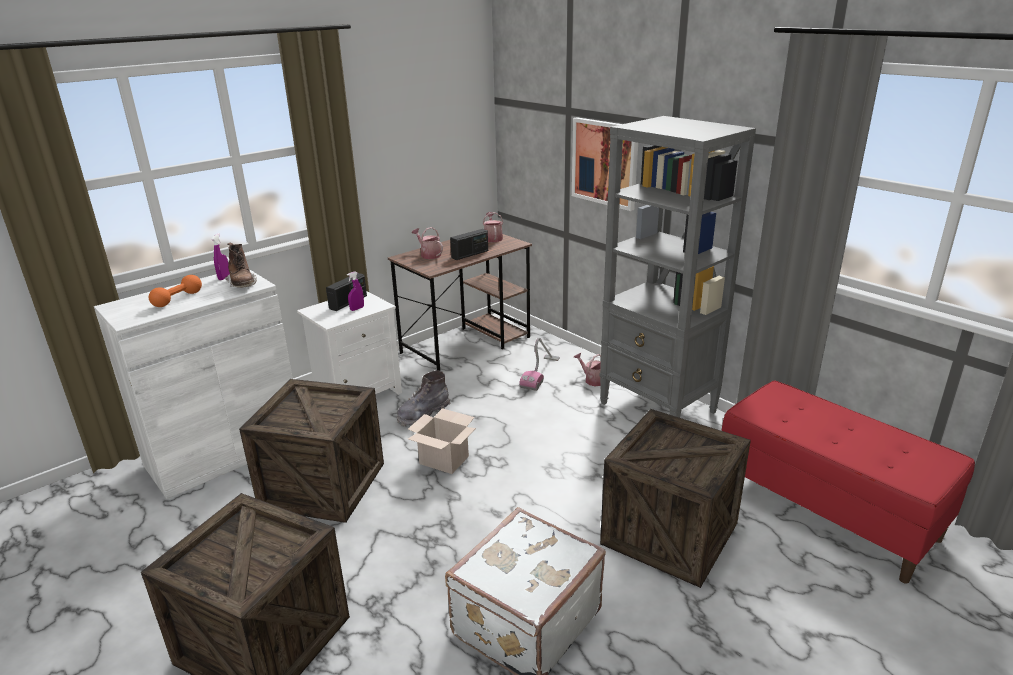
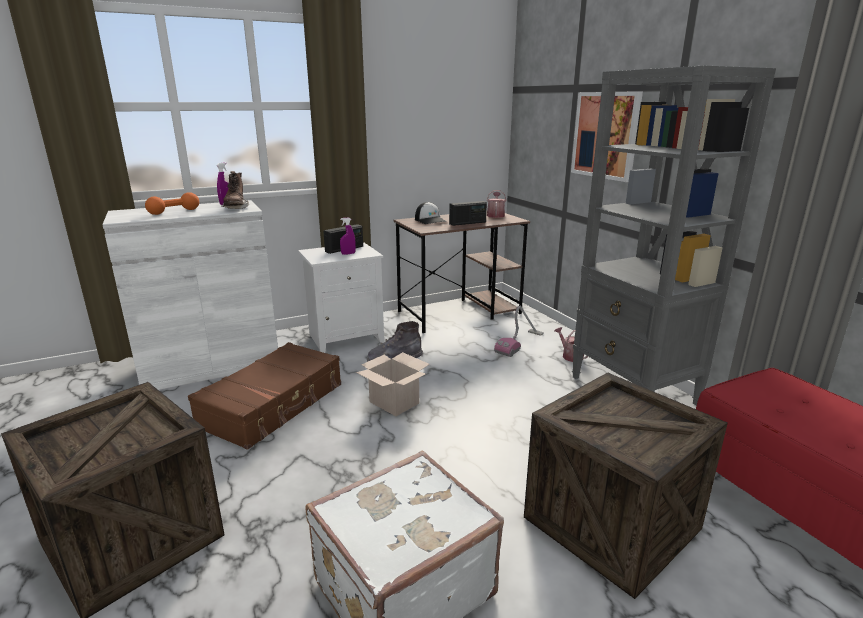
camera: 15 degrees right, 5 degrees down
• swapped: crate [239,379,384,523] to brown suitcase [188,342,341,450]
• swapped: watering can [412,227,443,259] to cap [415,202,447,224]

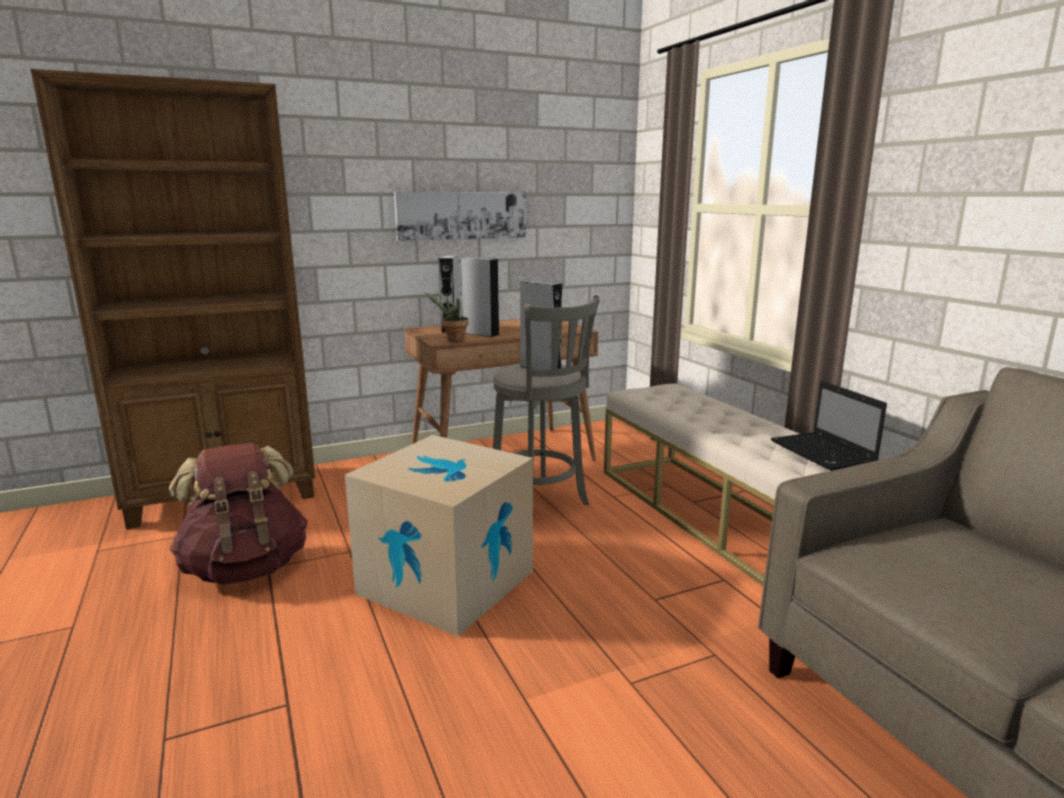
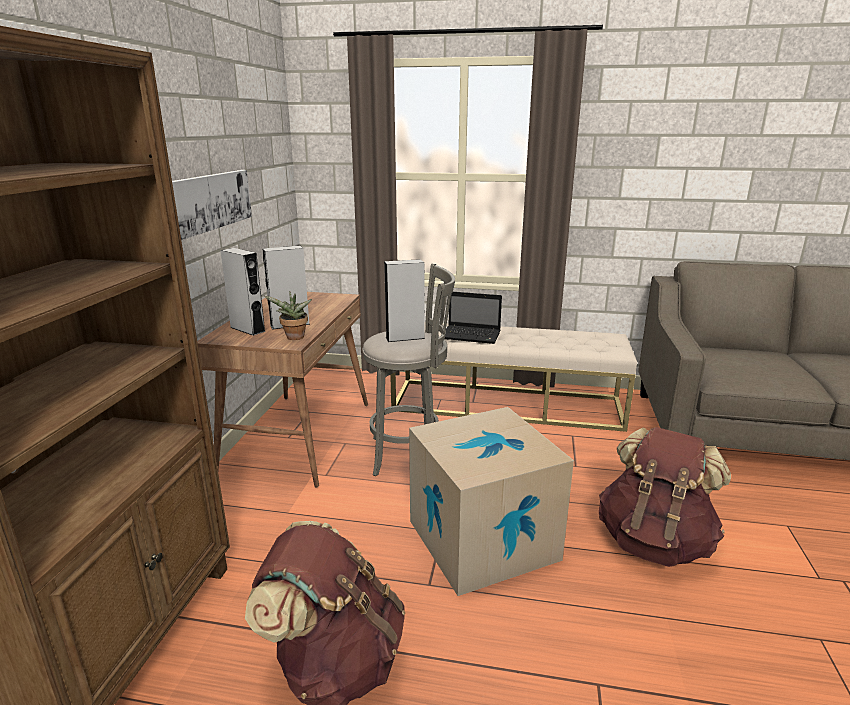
camera: 55 degrees left, 5 degrees up
• new: brown backpack [599,427,731,567]
• shifted: laptop [771,381,887,471] to [445,292,502,344]

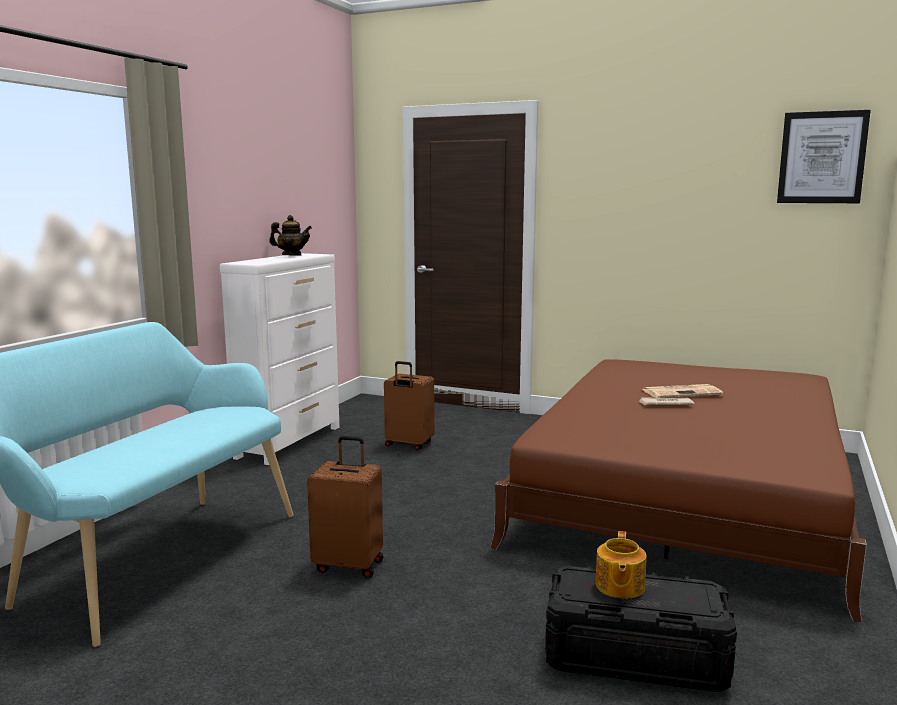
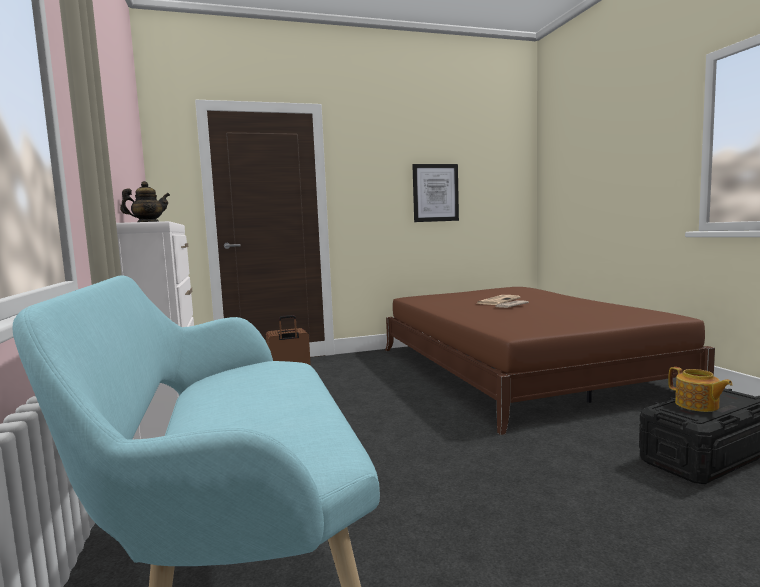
camera: 40 degrees left, 5 degrees down
• gone: brown suitcase [307,436,383,578]
• shifted: picture [777,110,871,203] to [412,164,459,222]

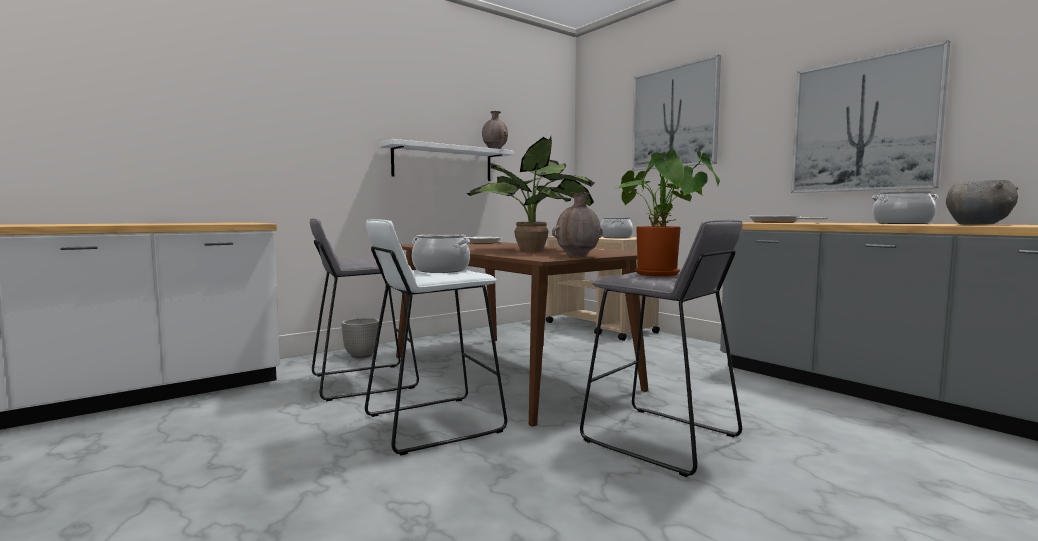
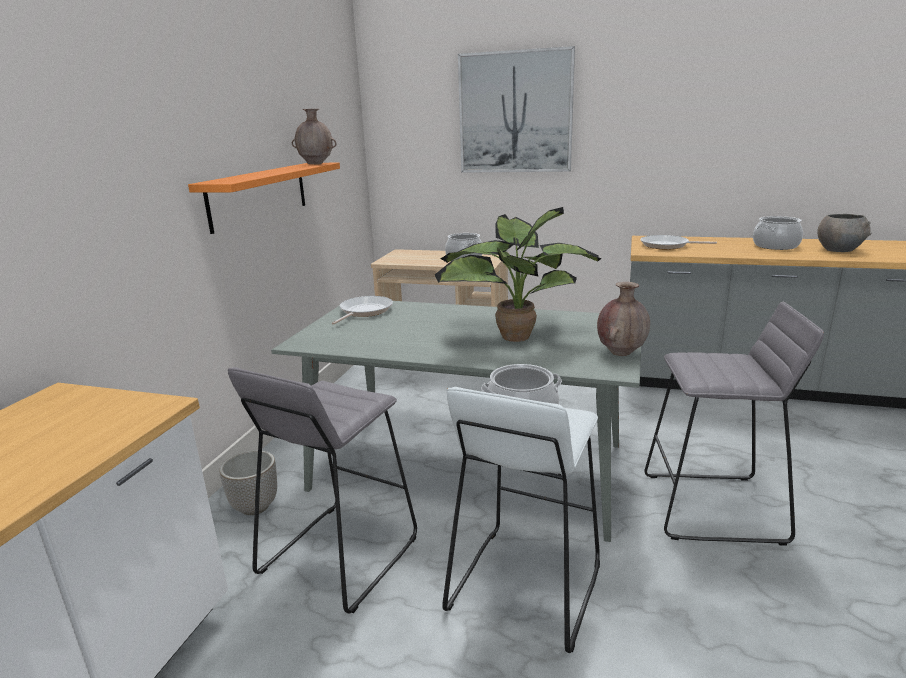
camera: 35 degrees left, 15 degrees up
• gone: potted plant [615,149,720,277]
• gone: picture [791,40,950,193]
• repainted: white shelf [379,139,514,181] to orange shelf [188,162,340,234]
• repainted: brown dining table [396,242,648,427] to grey dining table [271,298,641,542]

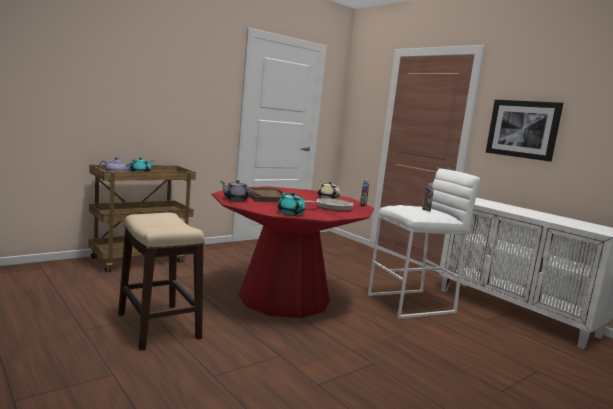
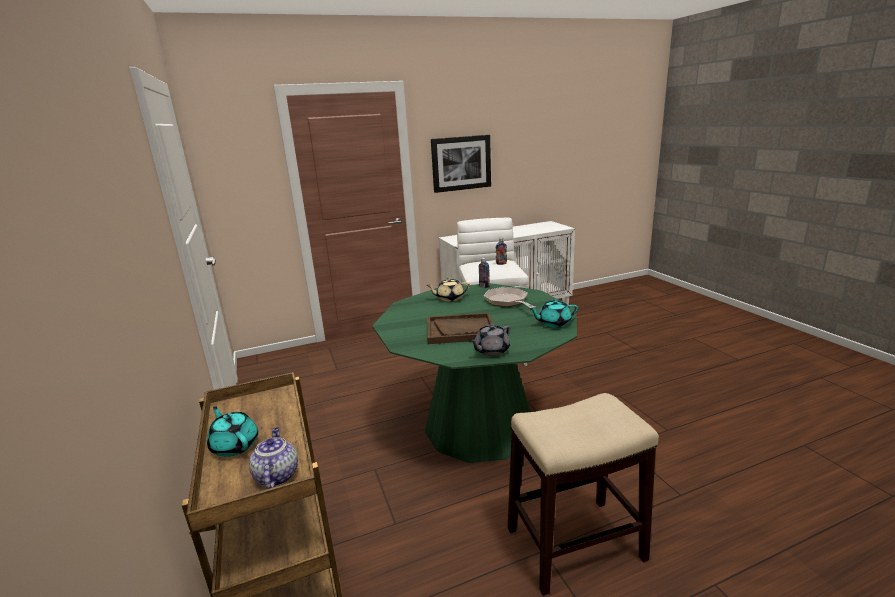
camera: 70 degrees left, 10 degrees up
• repainted: red dining table [212,186,374,318] to green dining table [372,283,577,463]

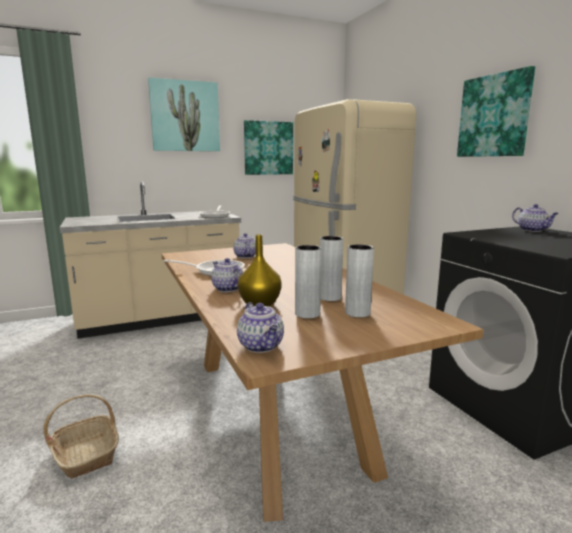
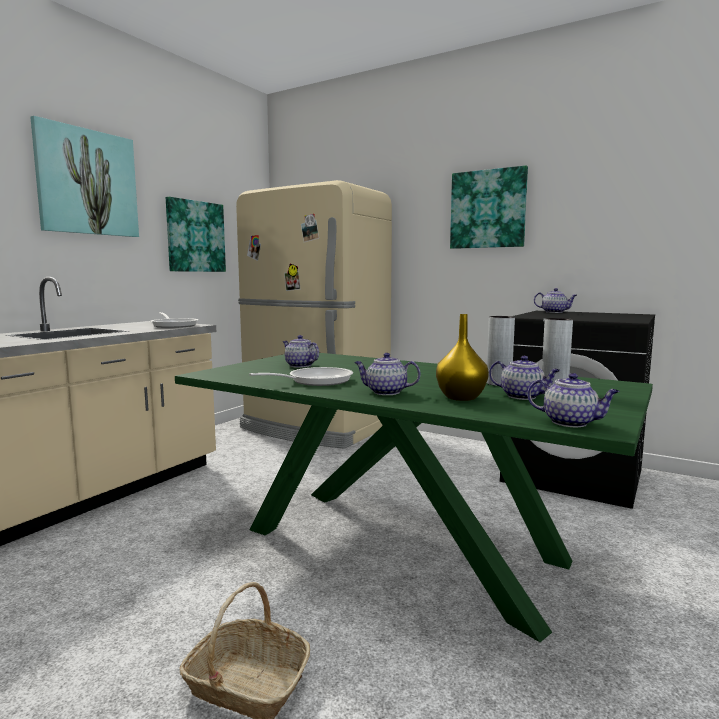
camera: 35 degrees left, 5 degrees down
• swapped: grey vase [295,245,322,319] to teapot [489,356,560,400]
• repainted: brown dining table [162,243,484,522] to green dining table [175,352,653,642]

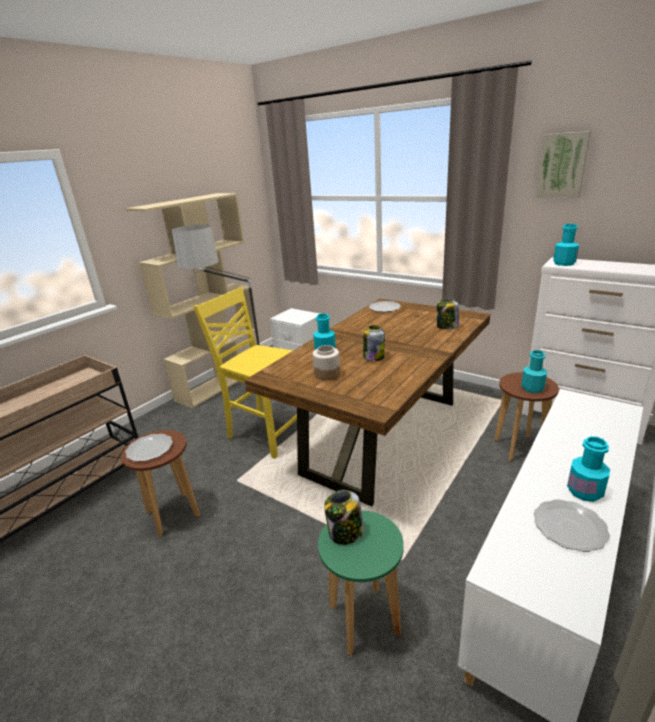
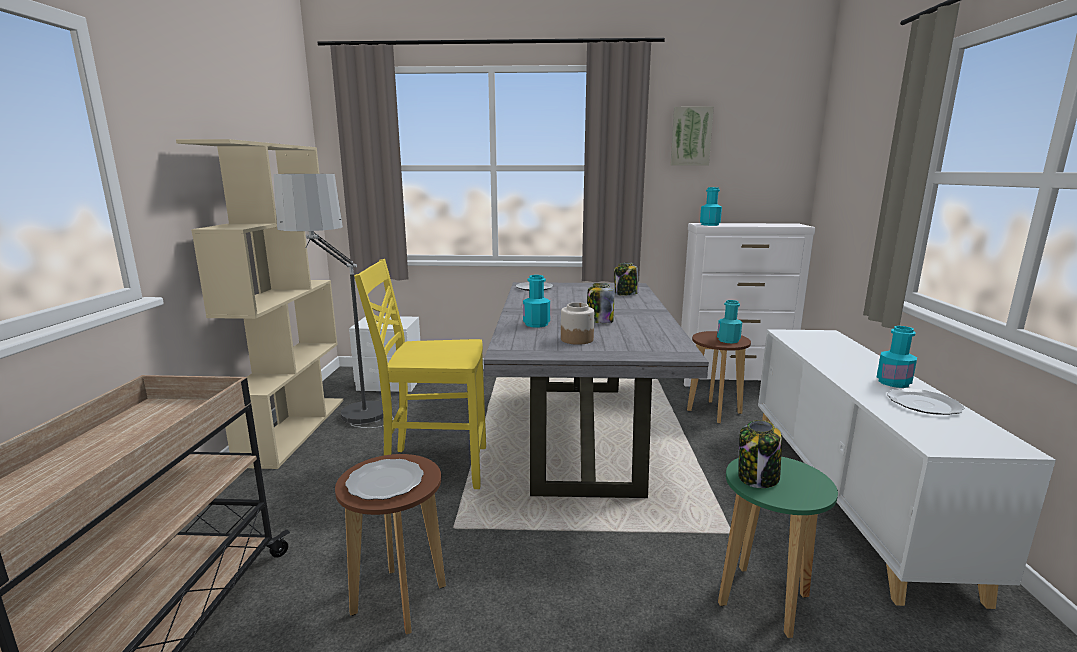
camera: 35 degrees left, 10 degrees down
• repainted: brown dining table [245,299,490,507] to grey dining table [484,282,709,498]

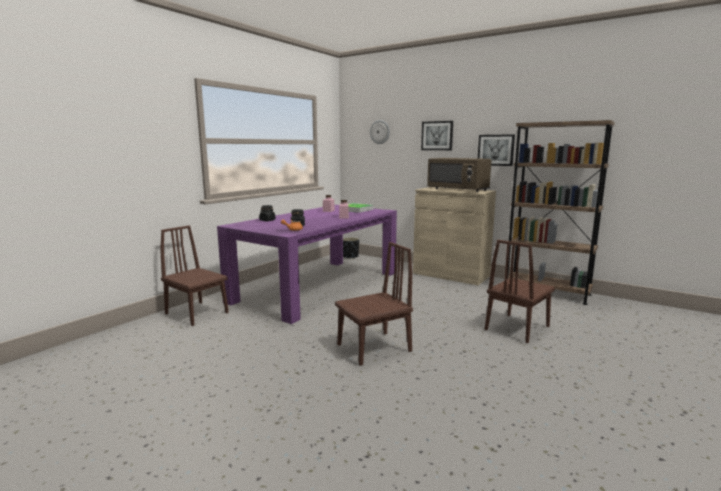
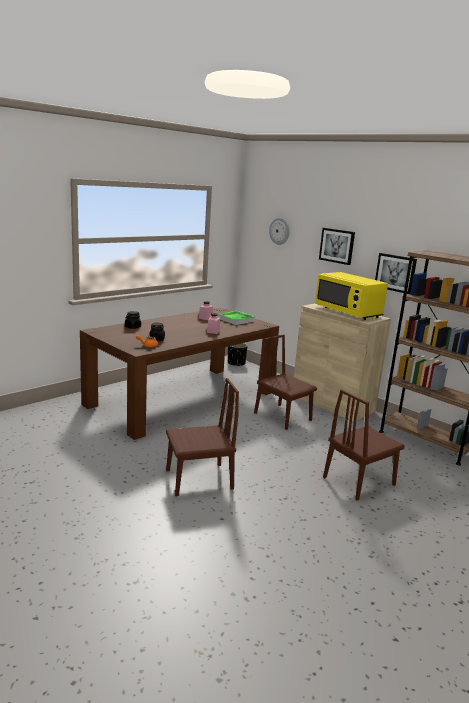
camera: 10 degrees right, 5 degrees up
• shifted: brown chair [160,225,229,326] to [254,335,317,430]
• repainted: purple dining table [217,205,397,324] to brown dining table [80,308,279,440]
• repainted: brown microwave [427,158,491,192] to yellow microwave [315,272,388,320]

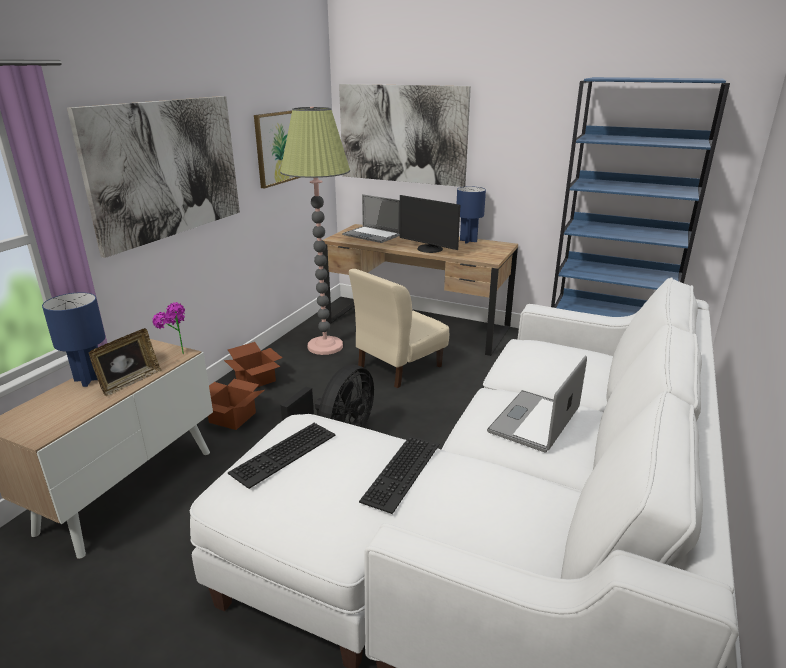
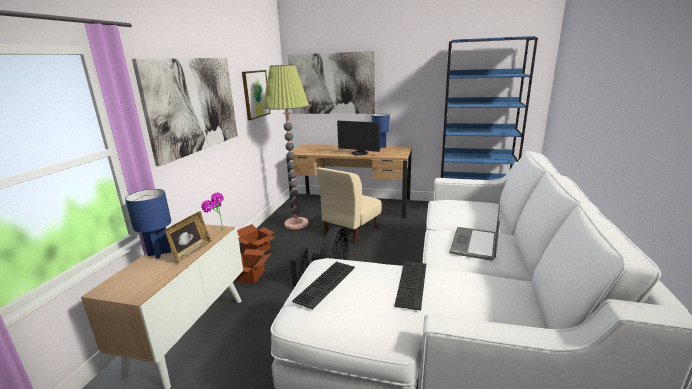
camera: 10 degrees left, 5 degrees down
• gone: laptop [342,194,400,243]

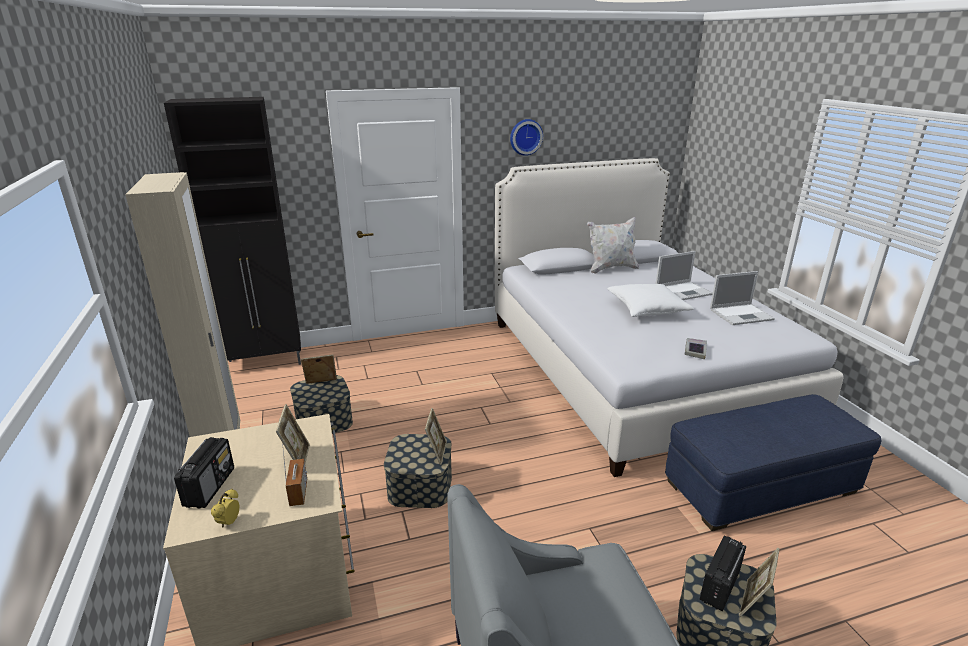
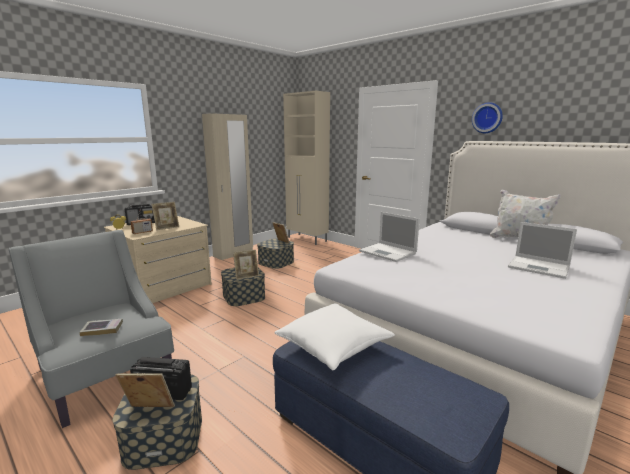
camera: 60 degrees right, 10 degrees down
• shifted: white pillow [607,284,694,317] to [274,303,395,370]
• shifted: book [685,338,707,359] to [79,319,123,336]
• shifted: laptop [710,271,775,325] to [359,212,420,262]
• repainted: black cabinet [164,97,301,365] to beige cabinet [283,91,330,245]

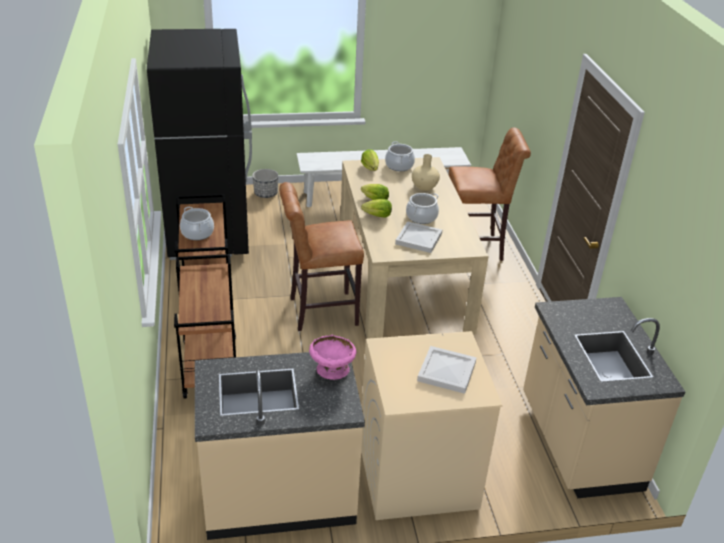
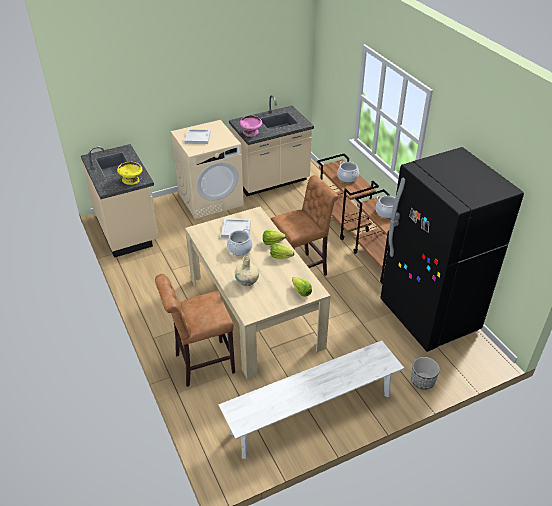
camera: 165 degrees right, 5 degrees up
• new: yellow bowl [117,161,143,185]
• shifted: cooking pot [385,142,415,171] to [337,161,359,183]

